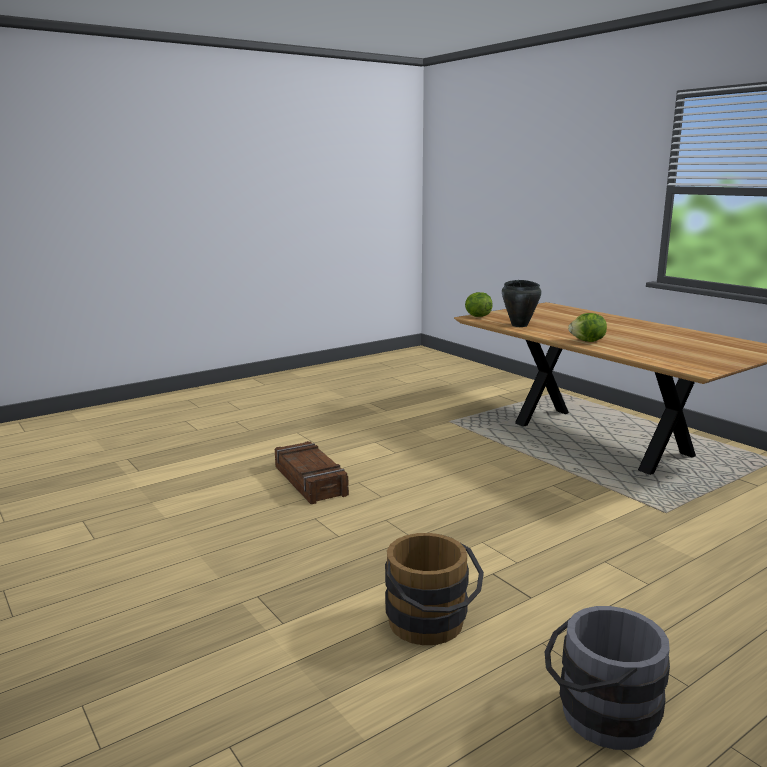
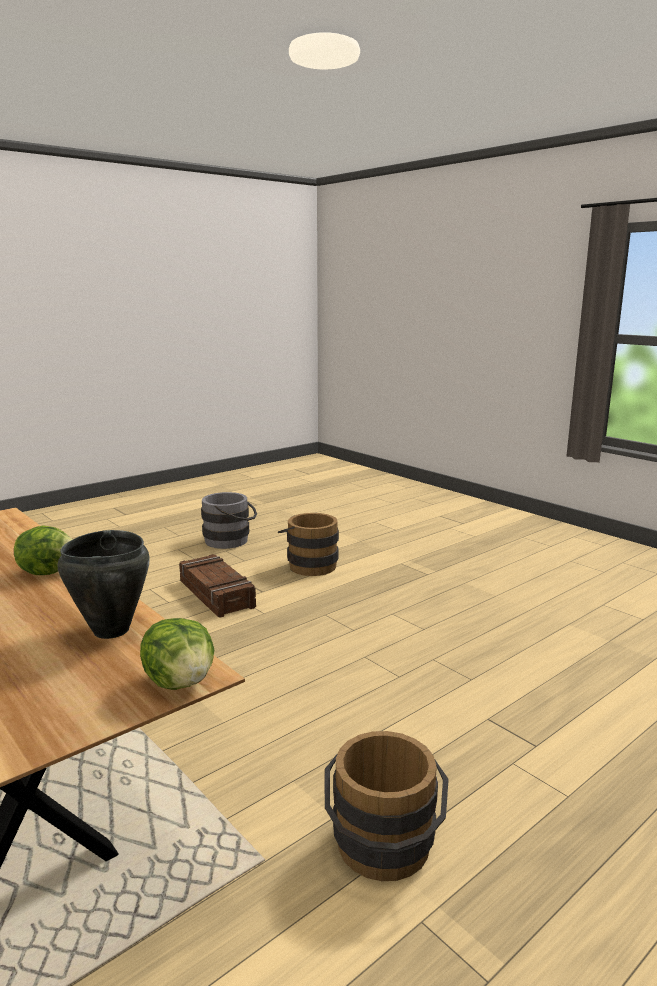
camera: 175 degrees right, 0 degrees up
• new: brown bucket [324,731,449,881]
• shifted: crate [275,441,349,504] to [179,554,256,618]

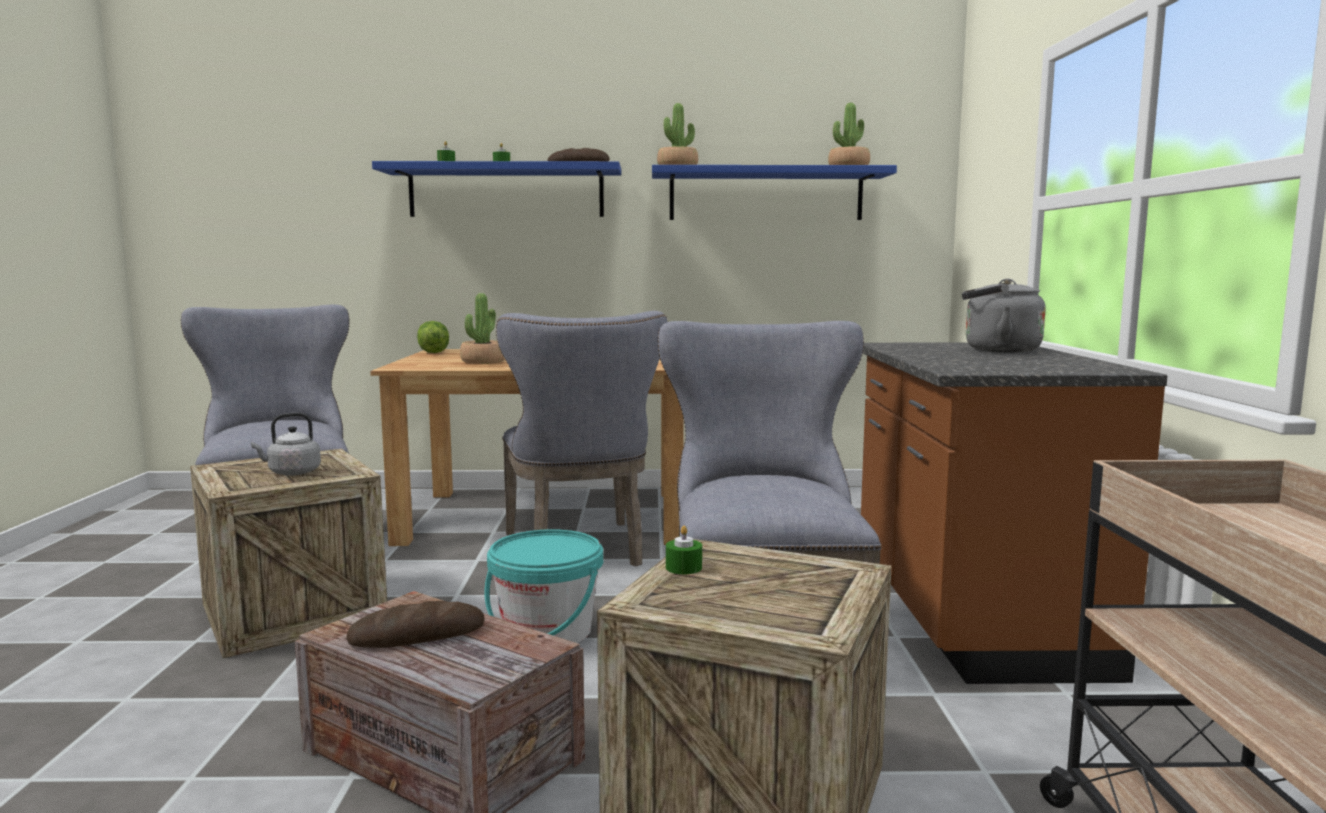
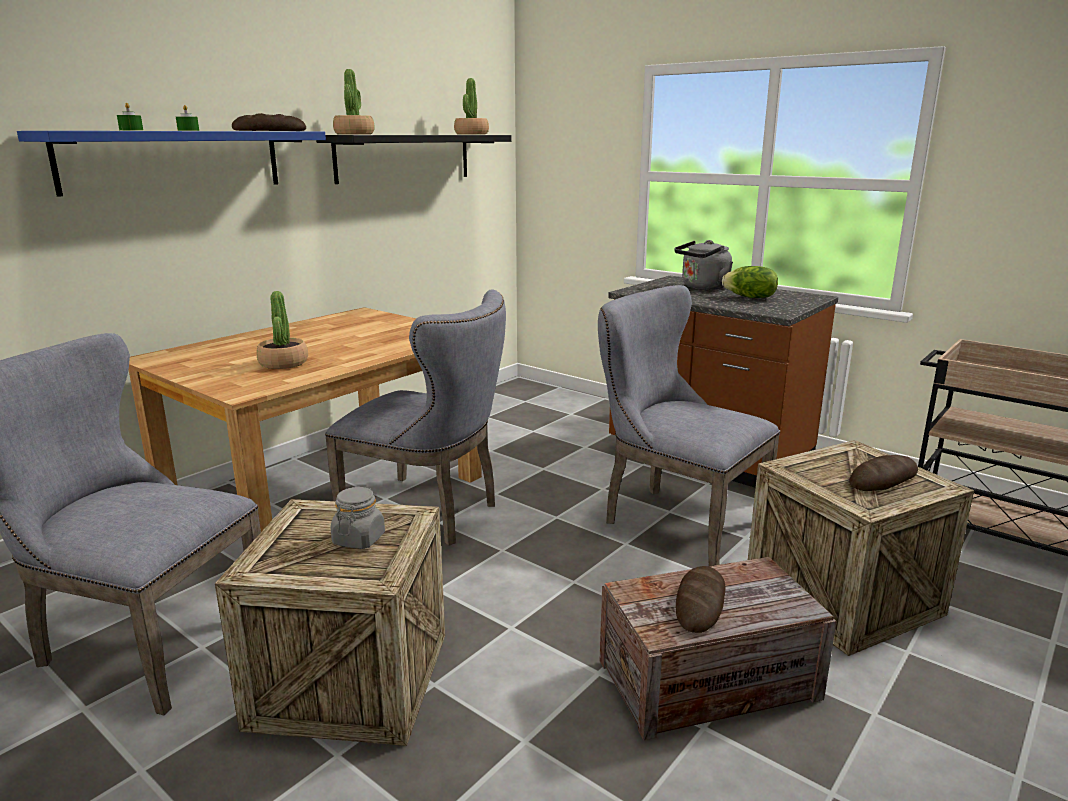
camera: 50 degrees left, 10 degrees up
• gone: turquoise bucket [484,529,603,643]
• gone: green candle [666,526,702,574]
• new: bread [849,455,918,491]
• shifted: lettuce [417,321,449,353] to [722,266,778,298]
• swapped: grey kettle [251,412,321,476] to grey jar [331,487,385,549]
• repainted: blue shelf [652,165,897,220] to black shelf [316,135,512,184]

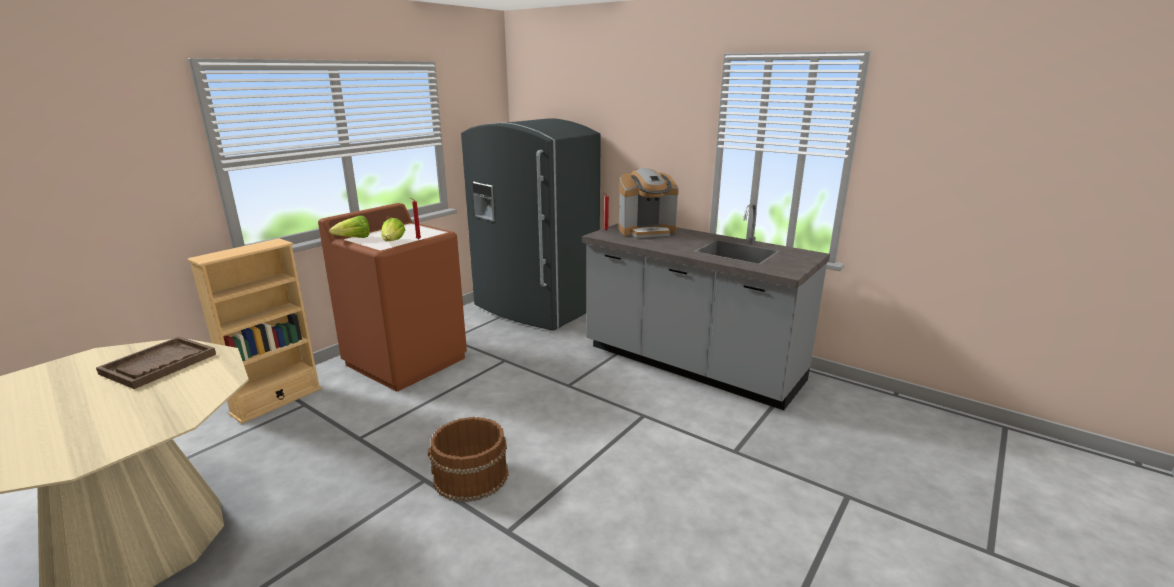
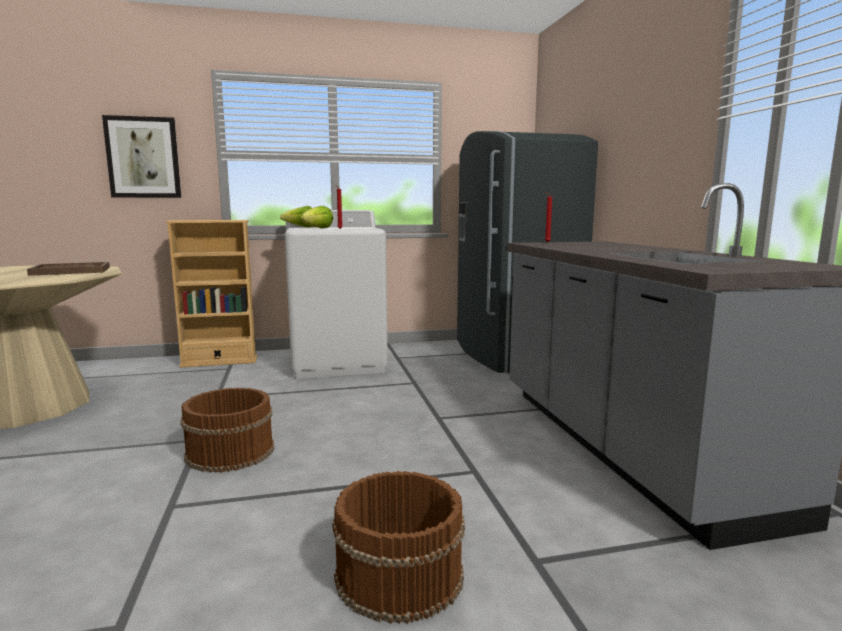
camera: 40 degrees right, 10 degrees down
• gone: coffee machine [619,168,679,238]
• new: picture [102,115,181,198]
• new: brown bucket [332,471,465,624]
• repainted: brown washing machine [318,203,467,391] to white washing machine [285,210,388,379]

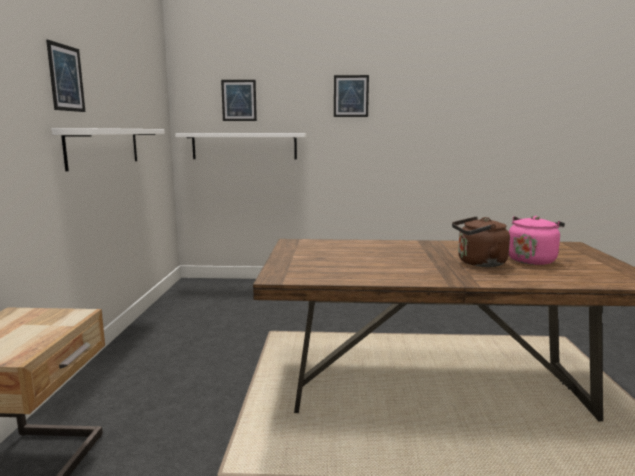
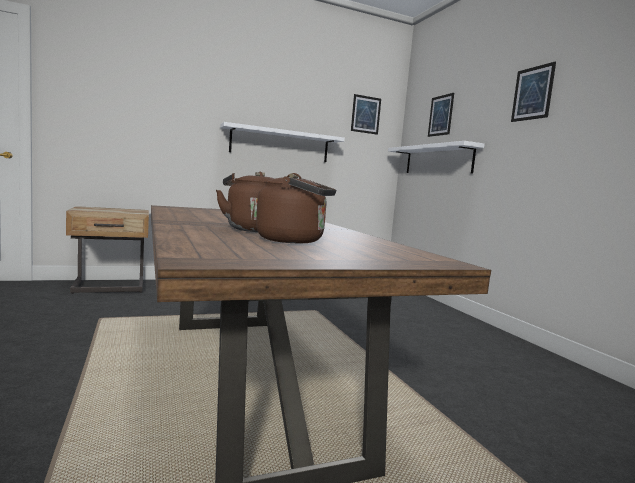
camera: 65 degrees right, 5 degrees down
• shifted: picture [46,40,85,112] to [351,94,381,135]
• repainted: pink kettle [509,216,565,265] to brown kettle [256,173,336,243]

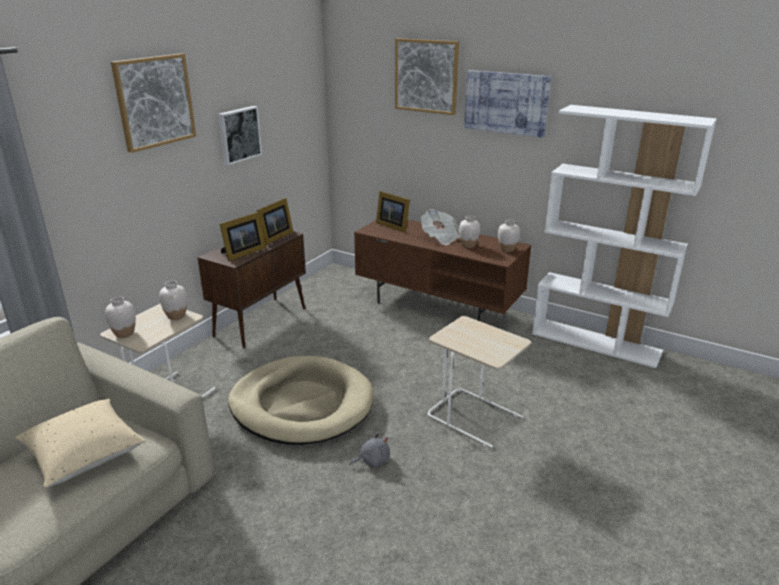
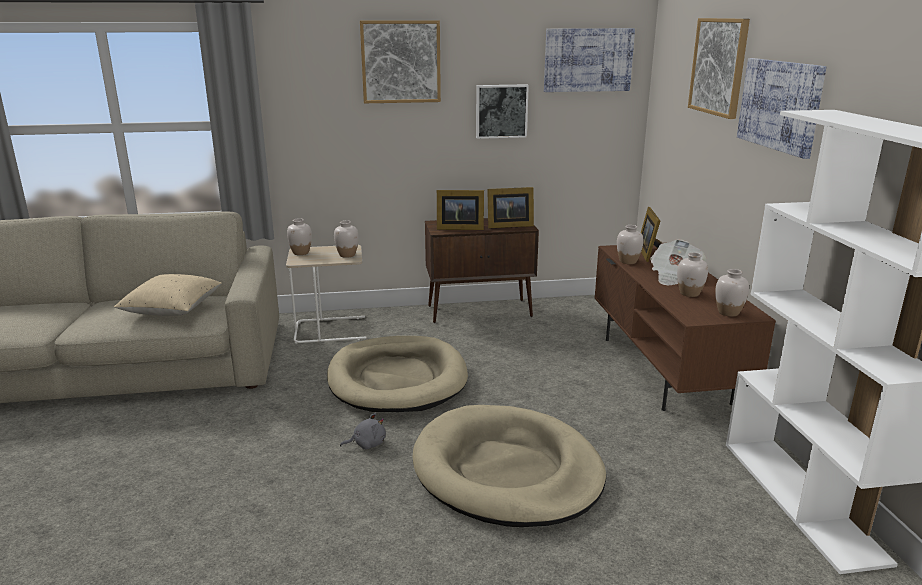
camera: 50 degrees right, 5 degrees down
• new: picture [544,28,635,92]
• new: white vase [617,225,644,264]
• swapped: beige side table [428,316,531,448] to beige dog bed [413,405,606,527]
• rotated: grey plush toy [349,432,390,467] = [340,413,386,450] 45 degrees counterclockwise

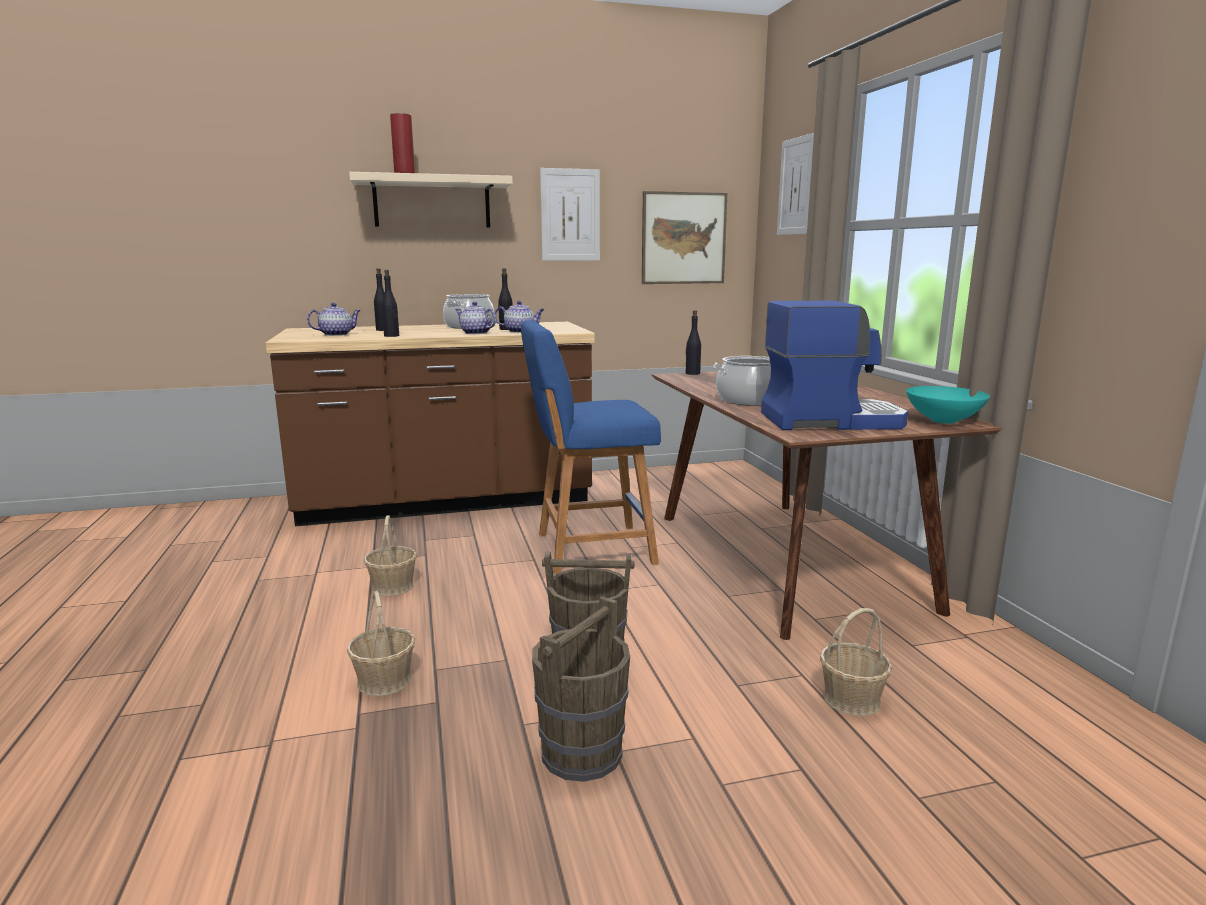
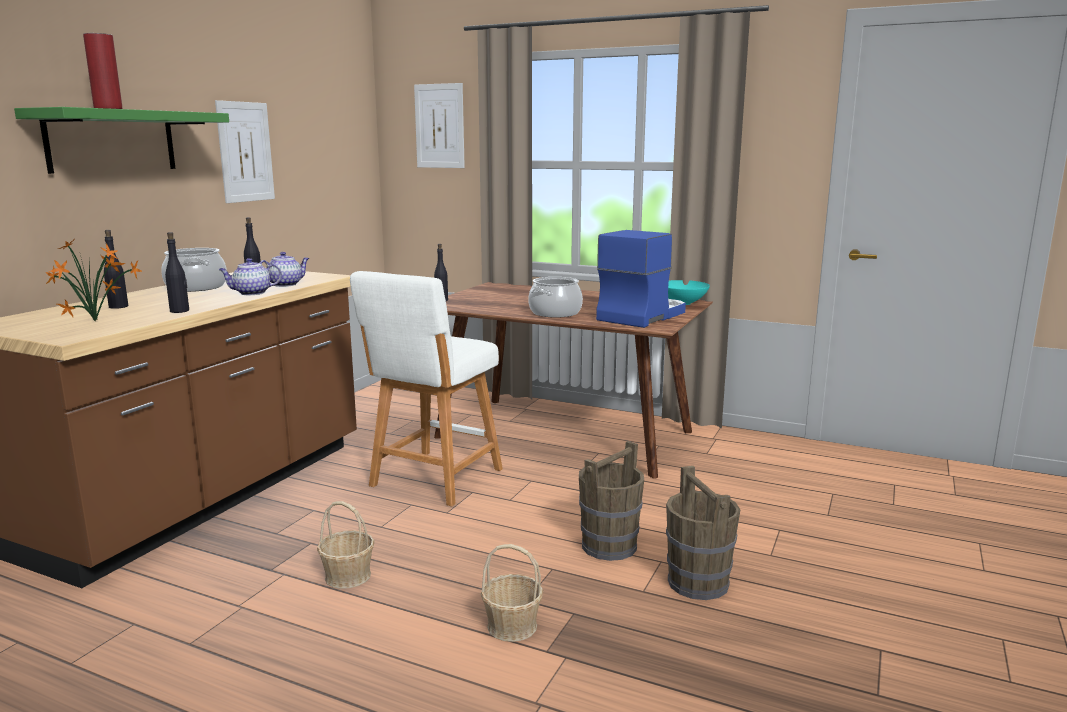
camera: 50 degrees left, 0 degrees up
• gone: picture [642,191,727,284]
• gone: basket [820,608,892,716]
• swapped: teapot [307,303,361,336] to potted plant [45,238,142,321]
• repainted: beige shelf [349,172,513,228] to green shelf [14,107,229,174]
• repainted: blue stool [521,320,661,574] to white stool [350,271,503,506]

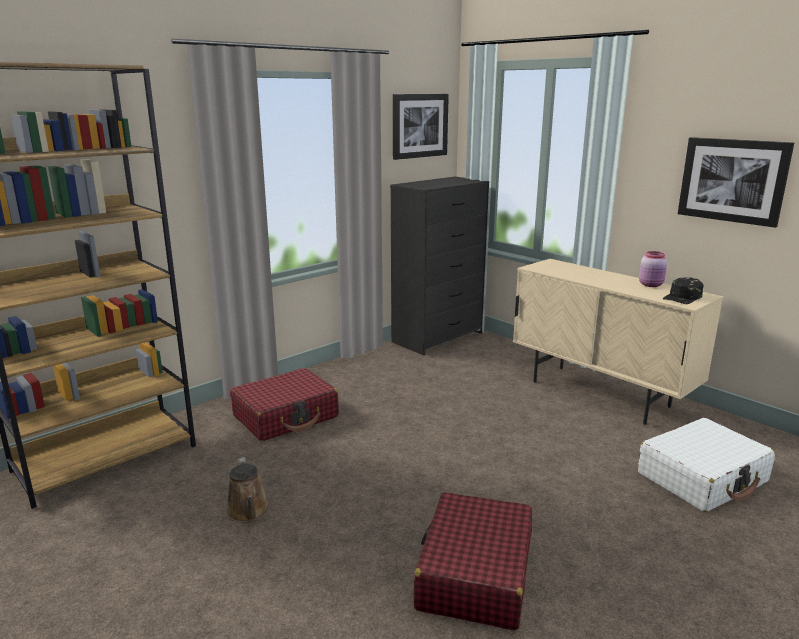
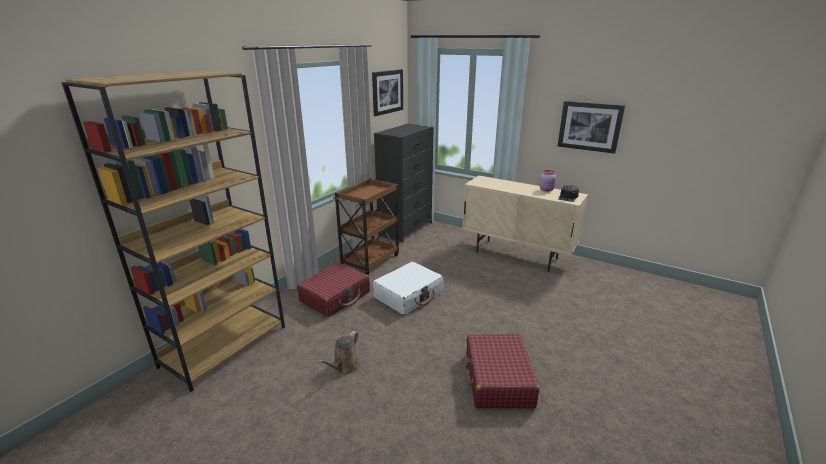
camera: 15 degrees left, 5 degrees up
• new: brown cart [333,179,399,276]
• shifted: white suitcase [638,418,775,512] to [373,262,443,315]
• rotated: brown watering can [226,457,270,522] = [318,331,361,374] 60 degrees clockwise

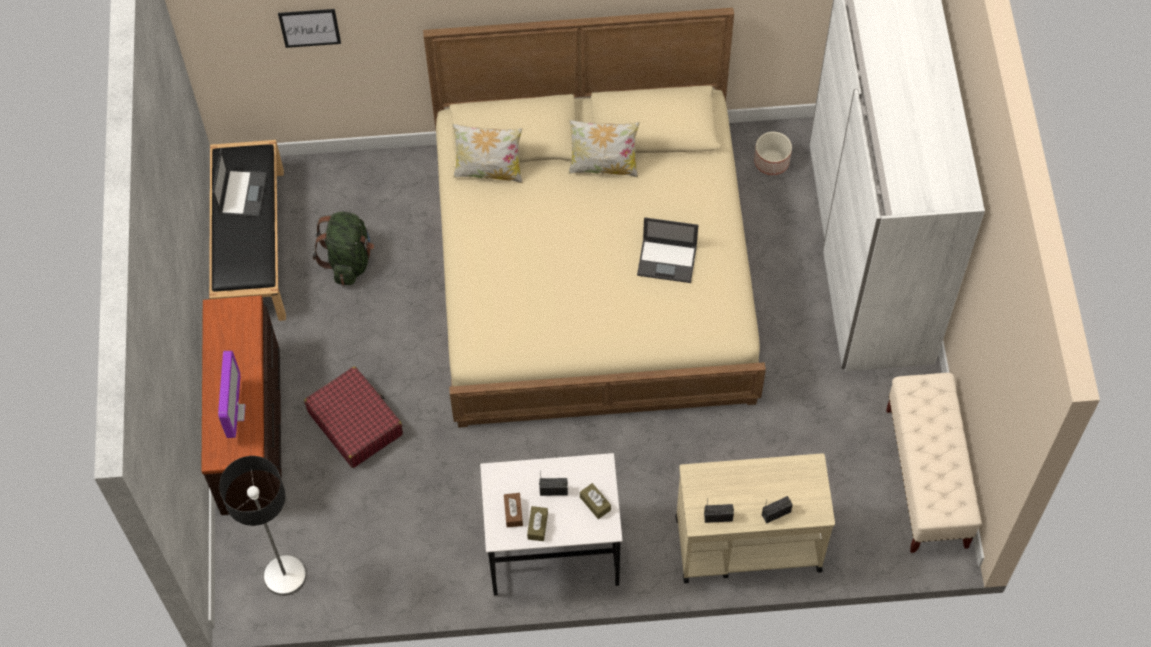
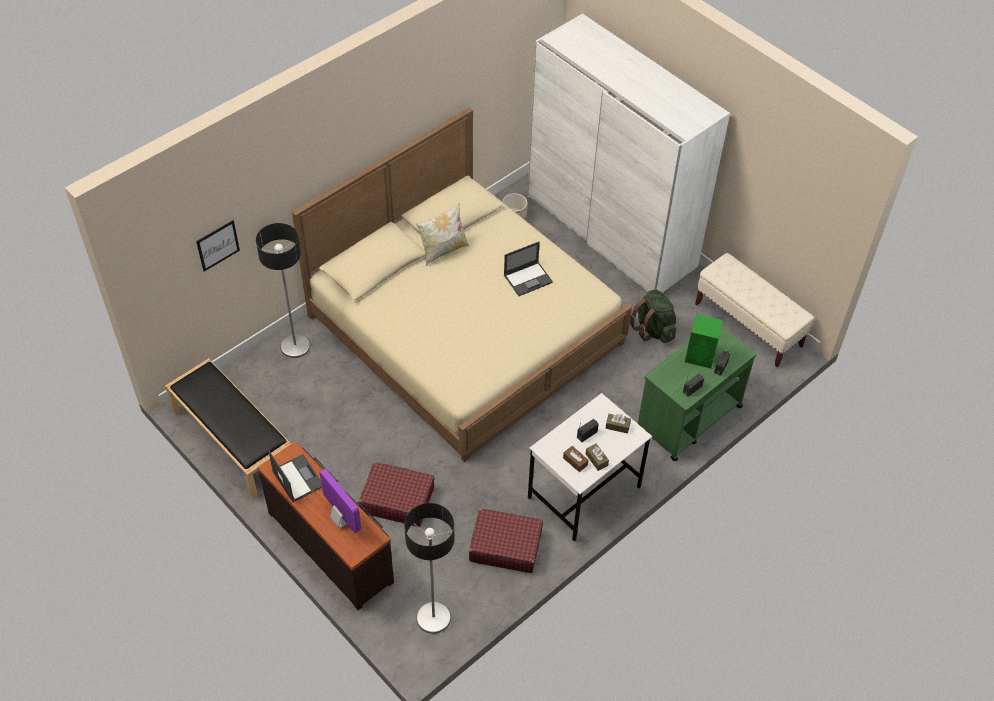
camera: 40 degrees left, 10 degrees down
• gone: pillow [452,124,523,183]
• new: floor lamp [256,223,310,358]
• new: red suitcase [469,509,543,573]
• new: green speaker [685,314,723,369]
• shifted: laptop [212,148,267,217] to [268,451,322,502]
• shifted: green backpack [313,212,374,285] to [630,289,676,343]
• repainted: beige cart [676,453,835,583] to green cart [638,327,757,461]

